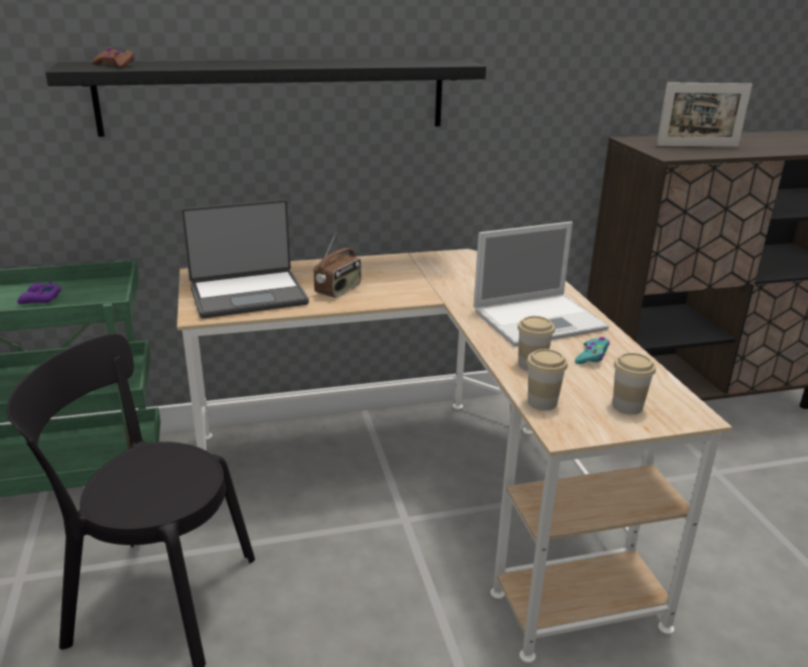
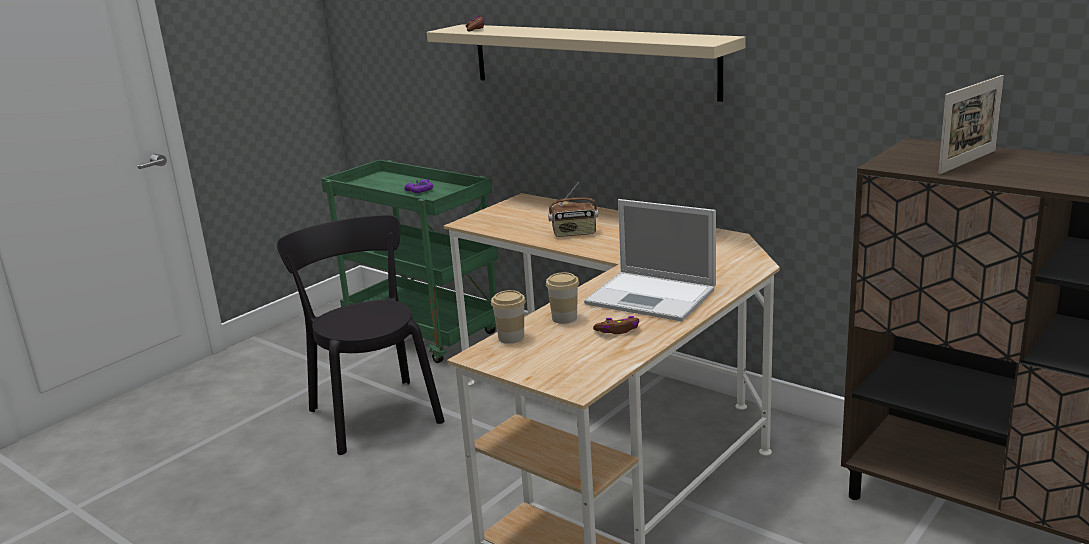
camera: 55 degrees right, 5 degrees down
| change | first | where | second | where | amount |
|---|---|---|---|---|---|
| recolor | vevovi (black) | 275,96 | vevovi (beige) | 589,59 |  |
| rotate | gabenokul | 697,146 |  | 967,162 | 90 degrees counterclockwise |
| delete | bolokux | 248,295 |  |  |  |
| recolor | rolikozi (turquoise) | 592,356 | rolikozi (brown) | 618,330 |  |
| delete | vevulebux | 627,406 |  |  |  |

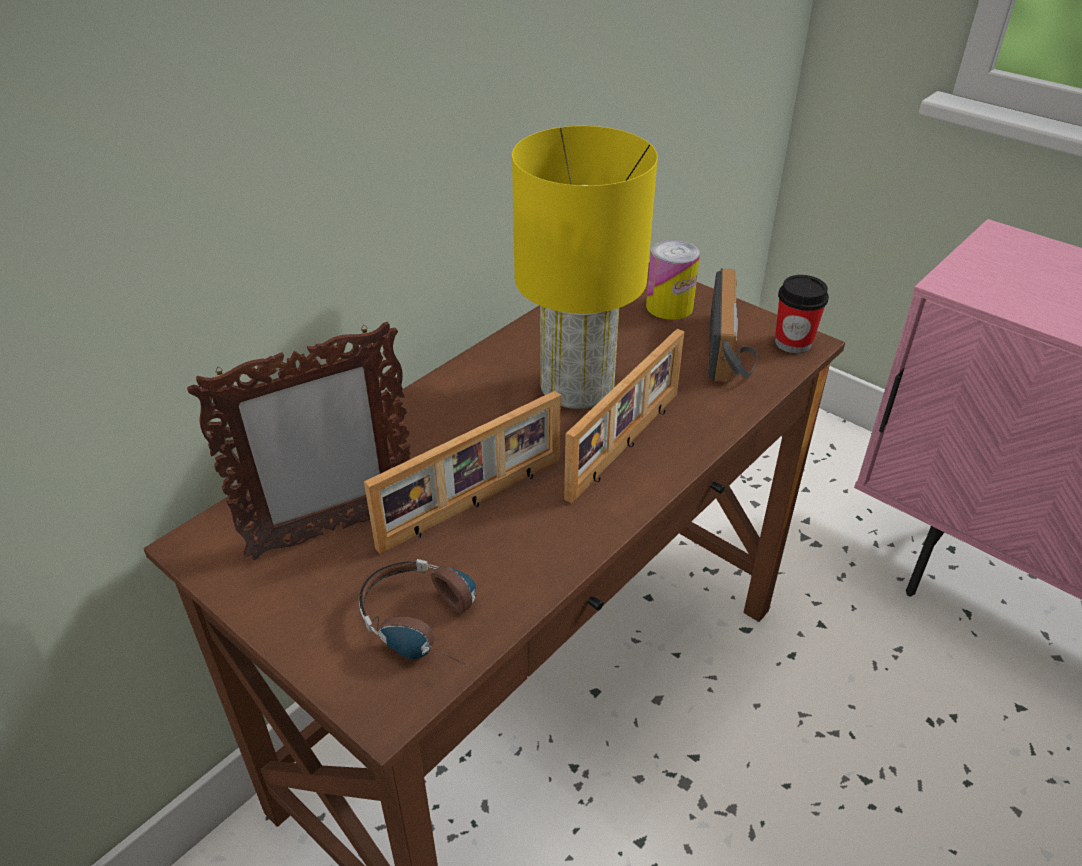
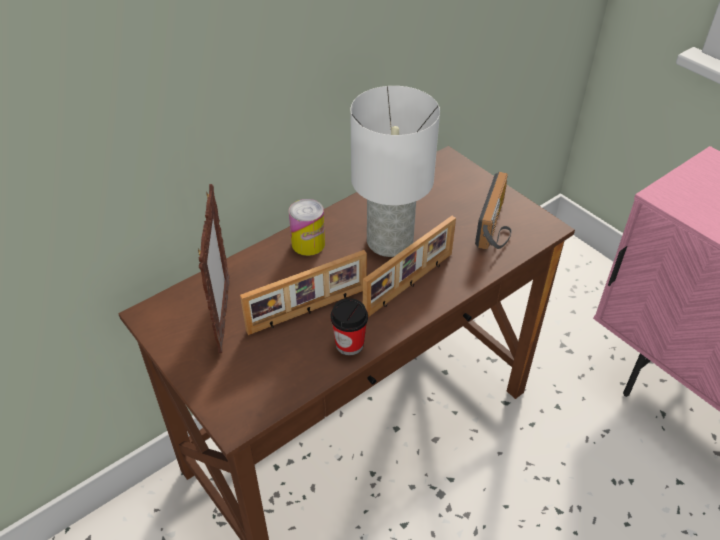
camera: 10 degrees right, 5 degrees up
| change | first | where | second | where | amount |
|---|---|---|---|---|---|
| recolor | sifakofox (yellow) | 578,386 | sifakofox (white) | 390,241 |  |
| move | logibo | 669,307 |  | 308,244 |  |
| move | vevulebux | 793,343 |  | 349,344 |  |
| rotate | gabenokul | 332,530 |  | 223,317 | 75 degrees counterclockwise |
| delete | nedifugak | 432,625 |  |  |  |

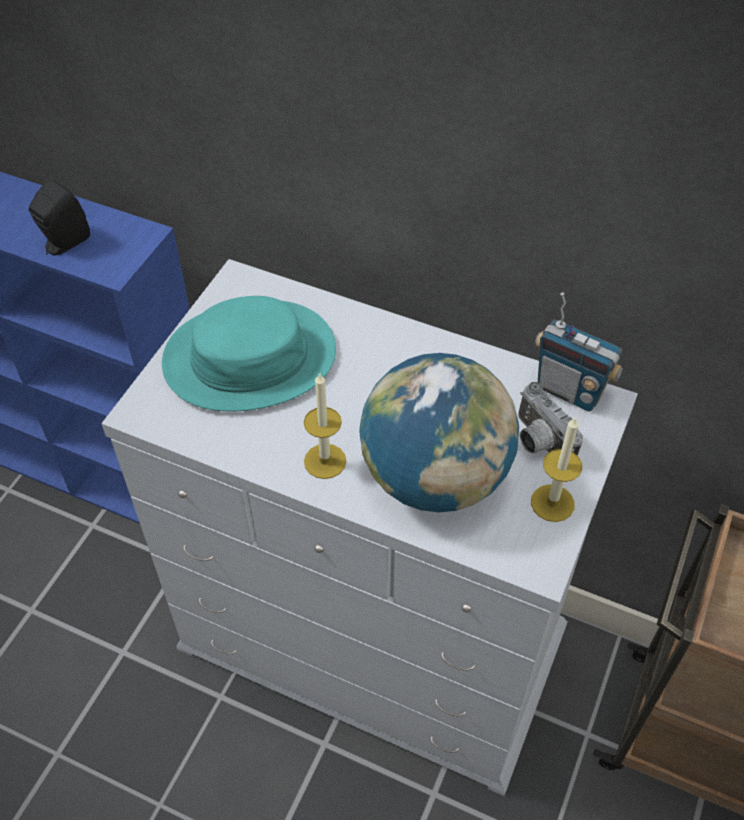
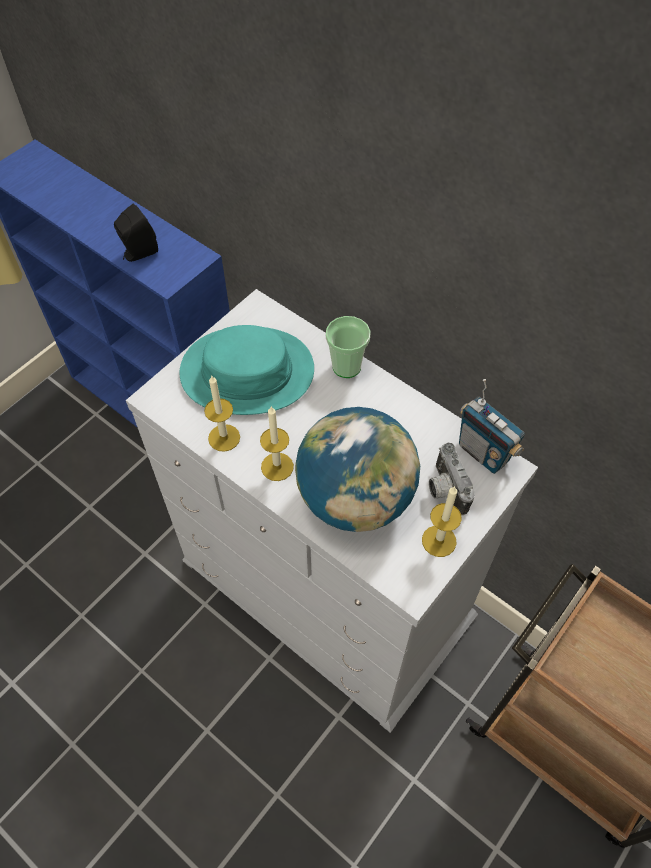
camera: 15 degrees right, 5 degrees up
| change | first | where | second | where | amount |
|---|---|---|---|---|---|
| insert |  |  | vevulebux | 346,366 |  |
| insert |  |  | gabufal | 224,438 |  |

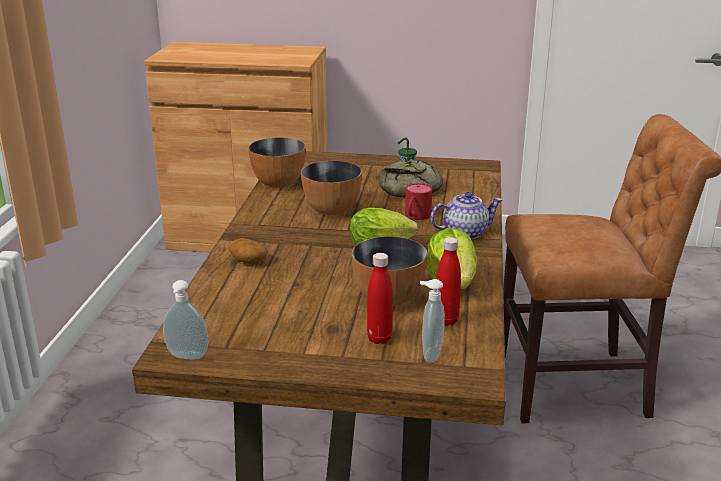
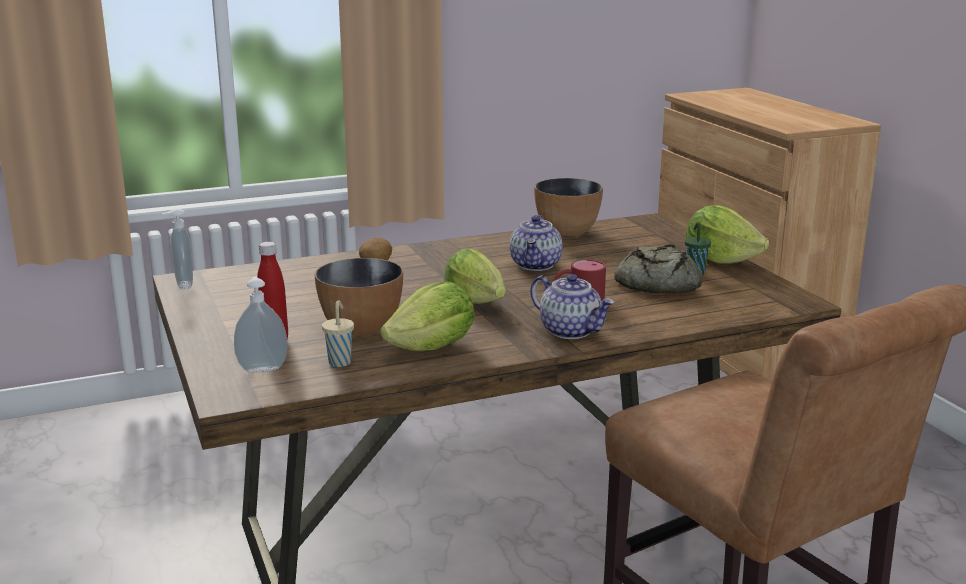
camera: 60 degrees right, 5 degrees down
| change | first | where | second | where | amount |
|---|---|---|---|---|---|
| replace | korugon | 332,210 | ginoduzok | 536,265 |  |
| replace | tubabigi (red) | 446,321 | vevulebux (beige) | 340,362 |  |
| insert |  |  | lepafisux | 721,259 |  |

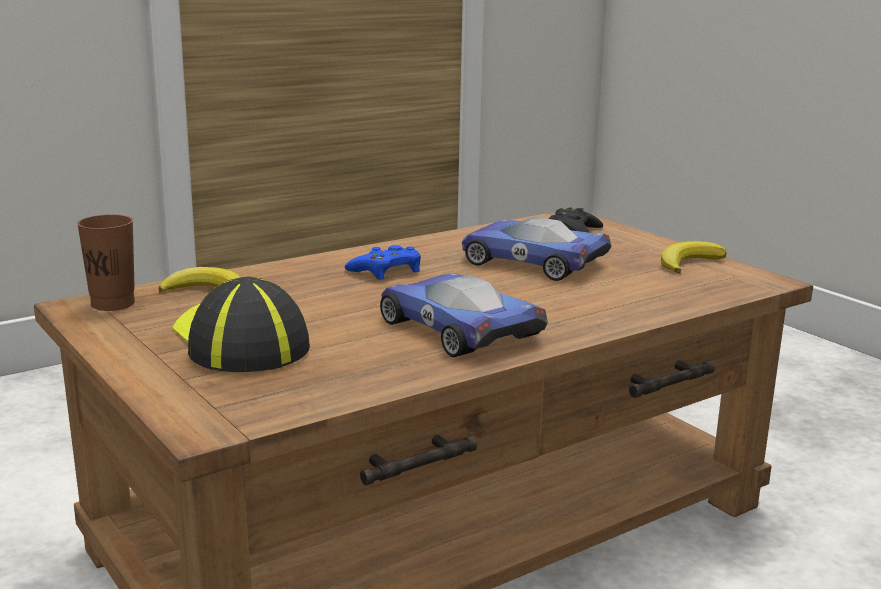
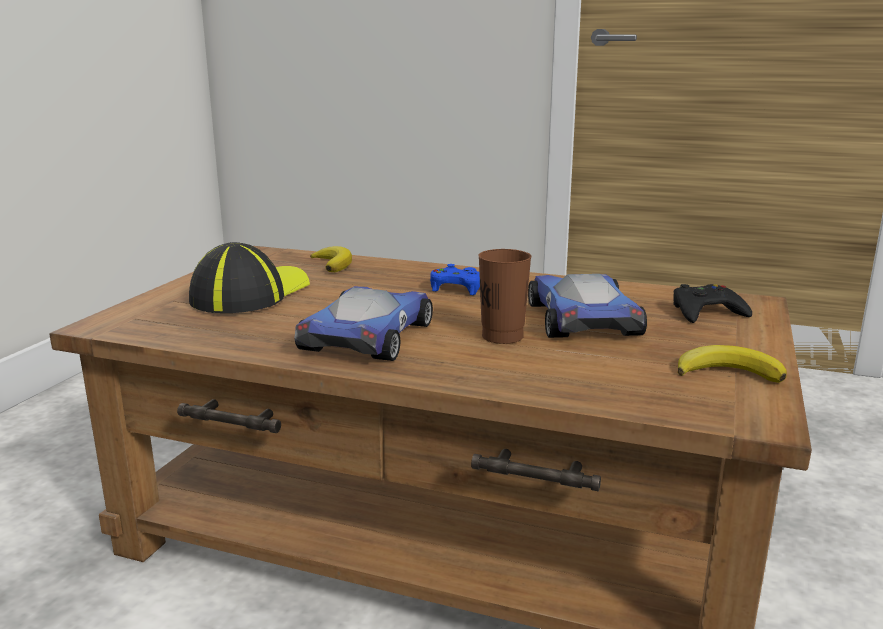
camera: 55 degrees right, 0 degrees up
| change | first | where | second | where | amount |
|---|---|---|---|---|---|
| move | vevulebux (brown) | 113,304 |  | 502,336 |  |

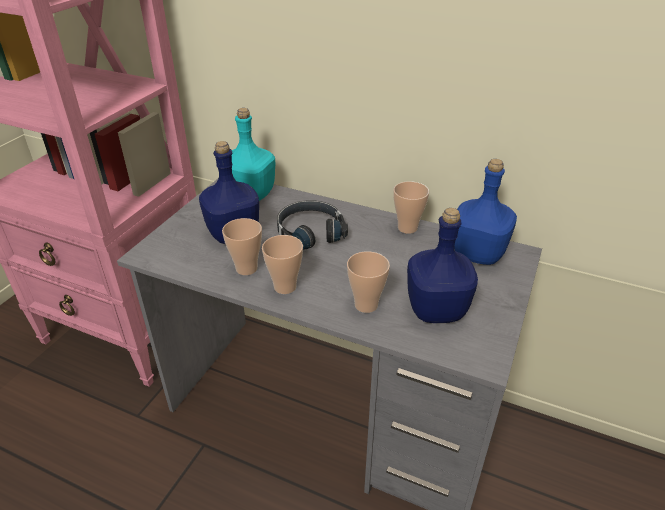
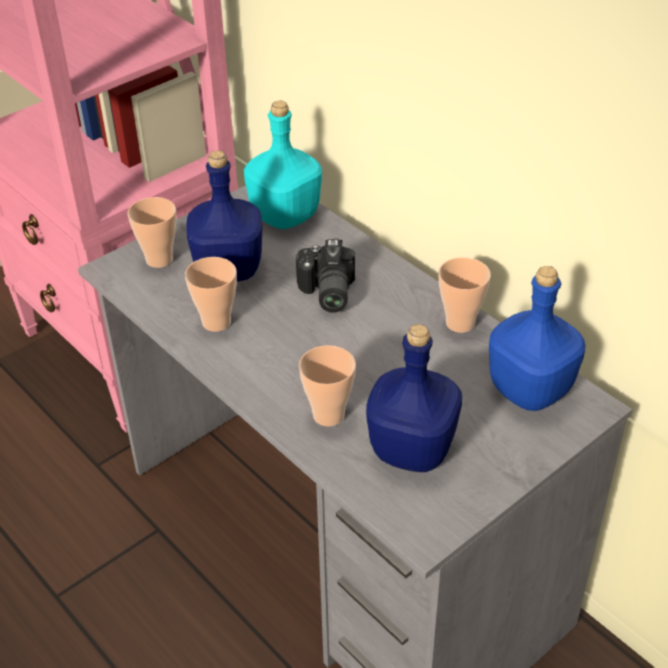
camera: 25 degrees right, 5 degrees up
| change | first | where | second | where | amount |
|---|---|---|---|---|---|
| replace | nedifugak (black) | 310,232 | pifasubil | 325,293 |  |
| move | vevulebux | 285,287 |  | 159,259 |  |

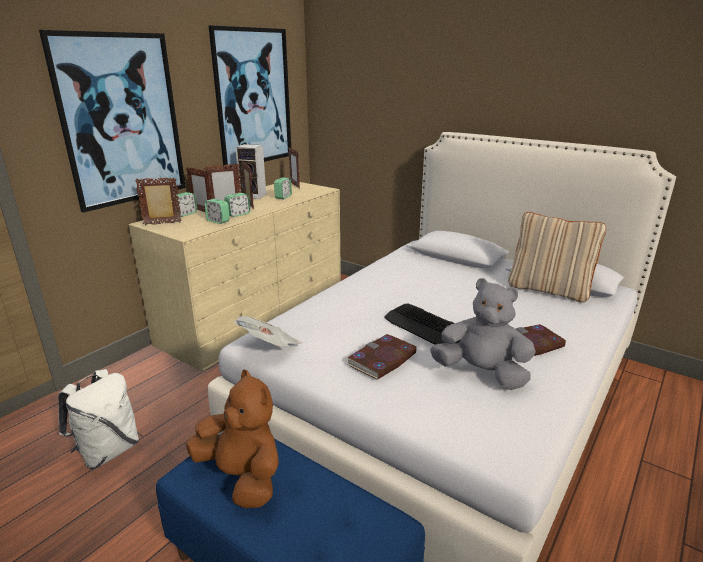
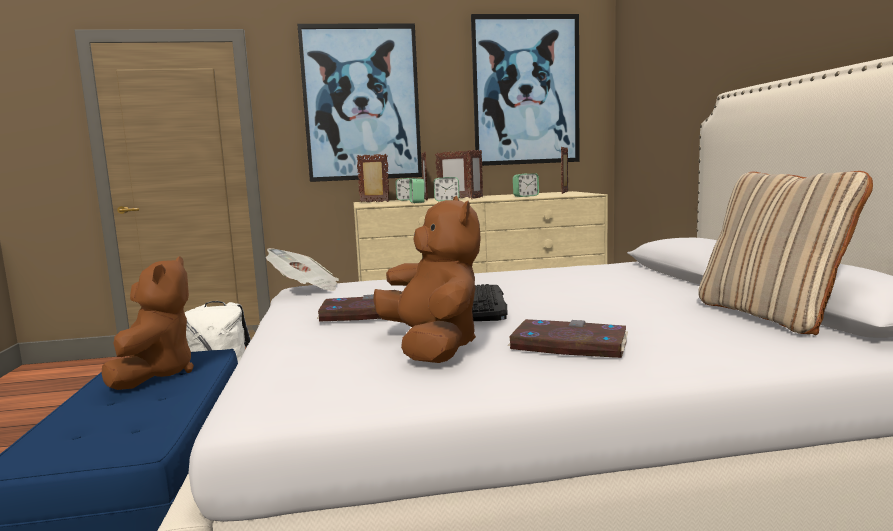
camera: 45 degrees right, 15 degrees down
| change | first | where | second | where | amount |
|---|---|---|---|---|---|
| delete | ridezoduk | 254,196 |  |  |  |
| recolor | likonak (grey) | 481,373 | likonak (brown) | 432,347 |  |

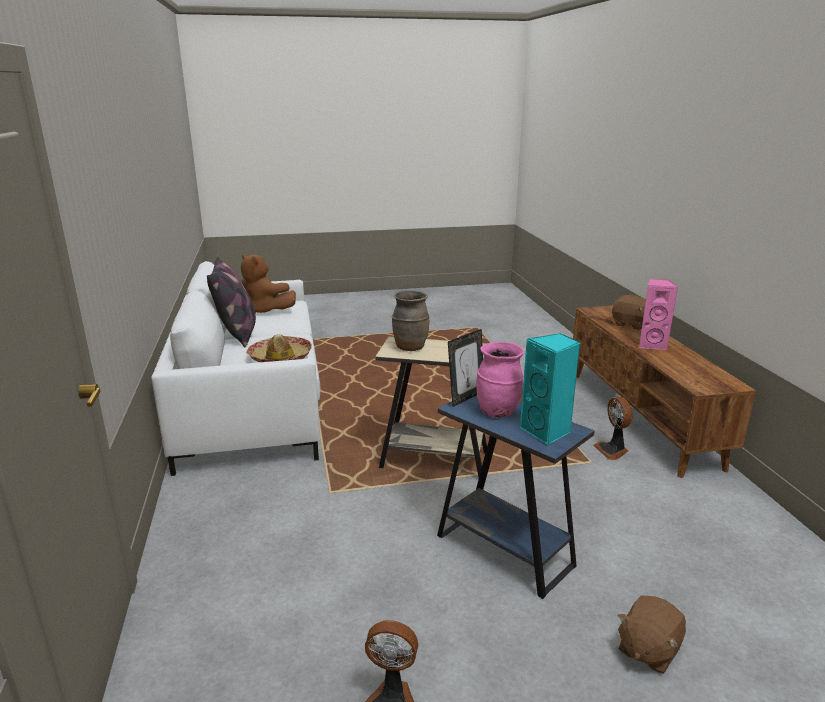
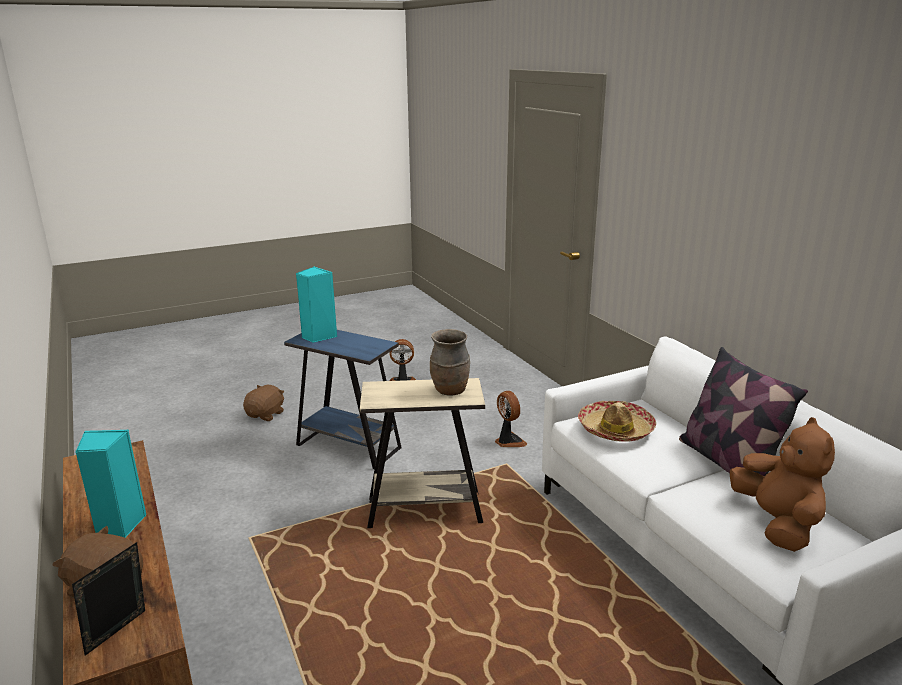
camera: 165 degrees right, 0 degrees up
| change | first | where | second | where | amount |
|---|---|---|---|---|---|
| rotate | likonak (brown) | 266,311 |  | 777,523 | 60 degrees clockwise |
| recolor | ridezoduk (pink) | 652,345 | ridezoduk (turquoise) | 118,526 |  |
| move | gabenokul | 466,397 |  | 119,634 |  |
| delete | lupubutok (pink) | 498,412 |  |  |  |
| move | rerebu | 612,450 |  | 508,441 |  |

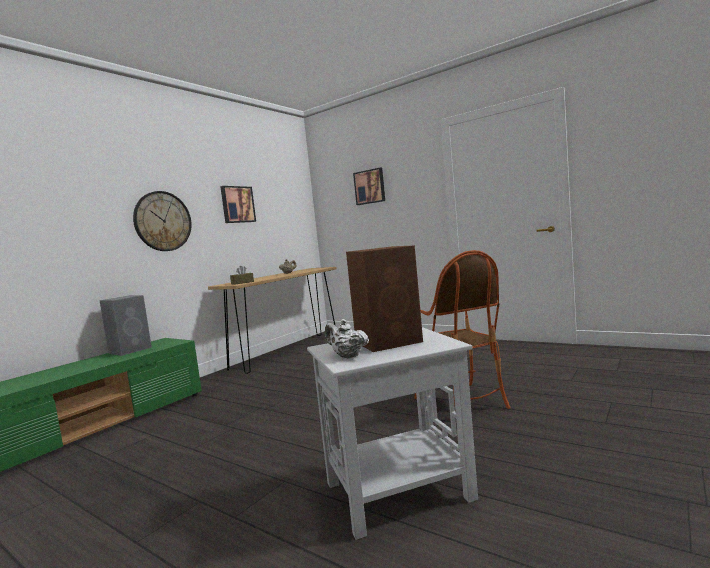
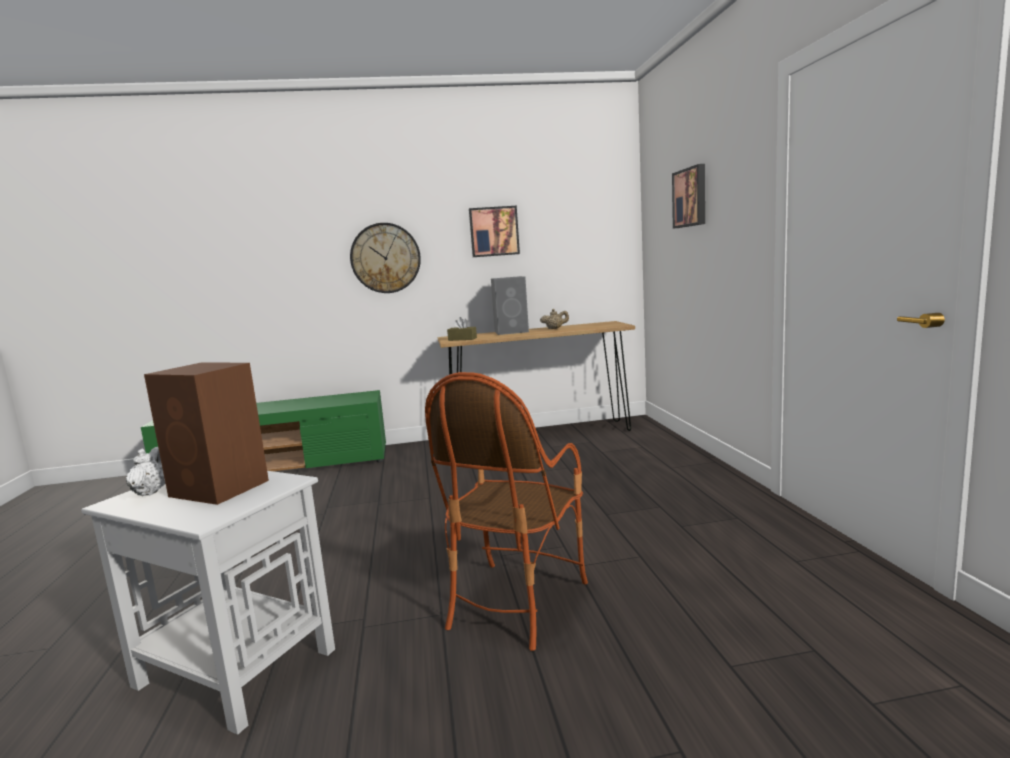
camera: 45 degrees right, 5 degrees up
| change | first | where | second | where | amount |
|---|---|---|---|---|---|
| move | ridezoduk (grey) | 131,350 |  | 512,332 |  |

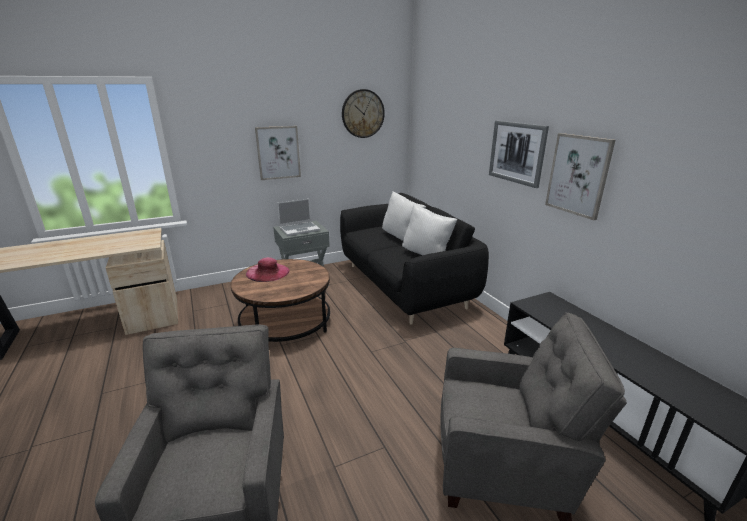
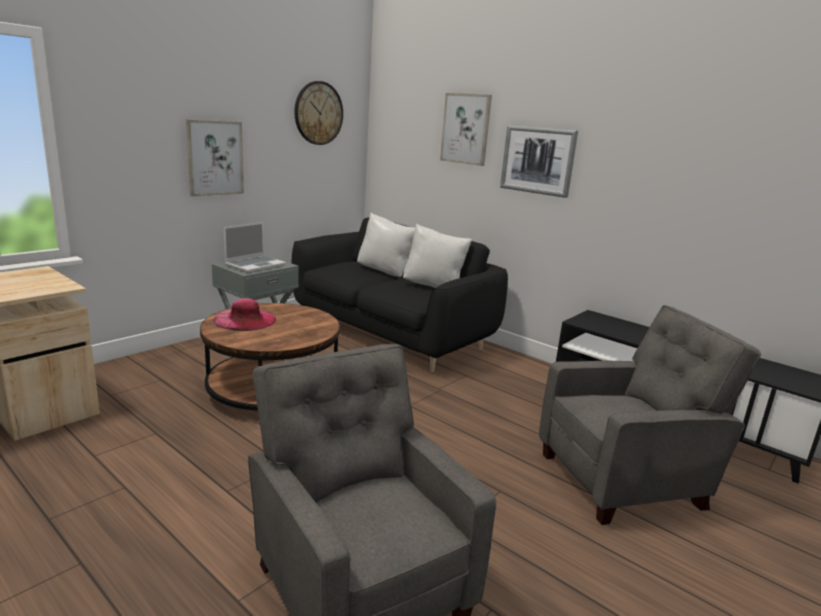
camera: 25 degrees left, 5 degrees down
| change | first | where | second | where | amount |
|---|---|---|---|---|---|
| move | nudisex | 578,175 |  | 466,129 |  |

